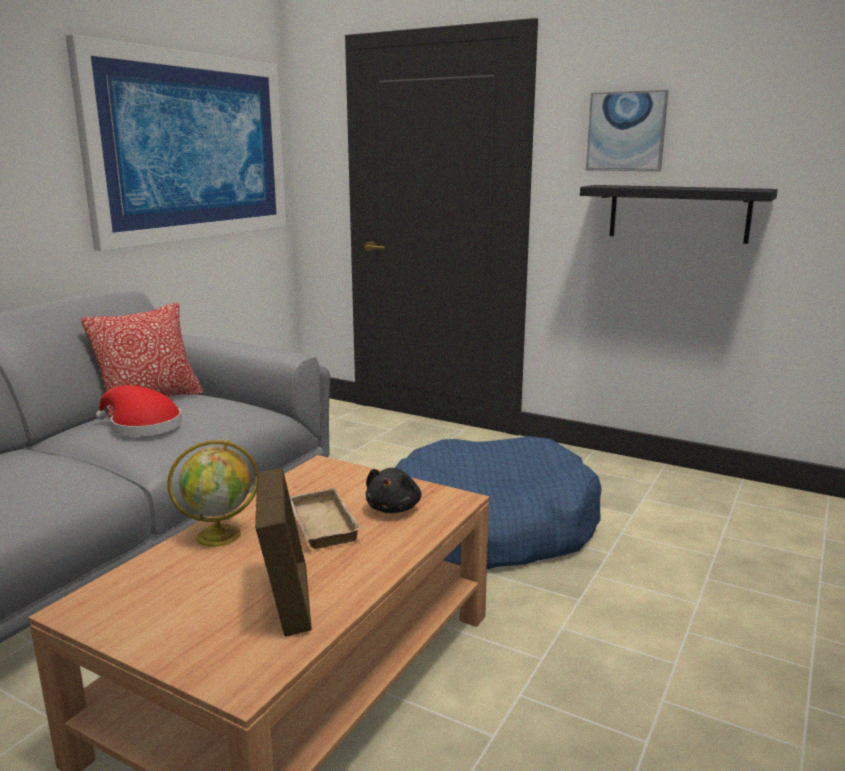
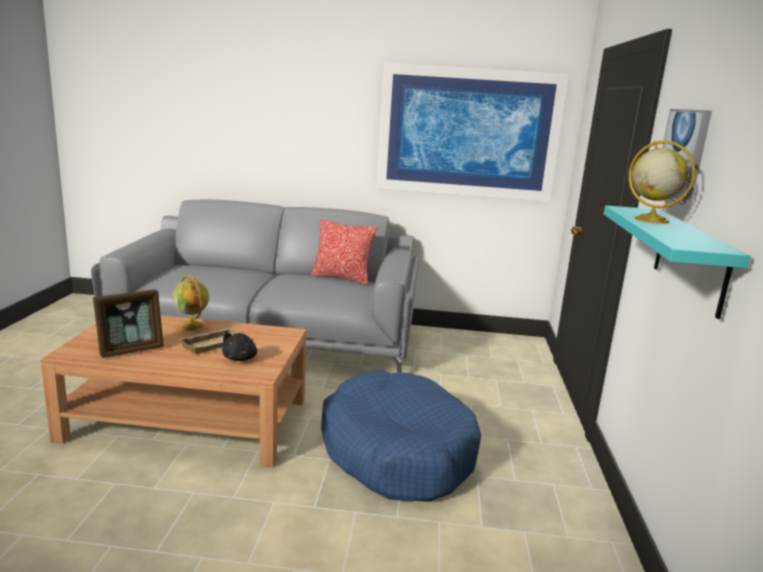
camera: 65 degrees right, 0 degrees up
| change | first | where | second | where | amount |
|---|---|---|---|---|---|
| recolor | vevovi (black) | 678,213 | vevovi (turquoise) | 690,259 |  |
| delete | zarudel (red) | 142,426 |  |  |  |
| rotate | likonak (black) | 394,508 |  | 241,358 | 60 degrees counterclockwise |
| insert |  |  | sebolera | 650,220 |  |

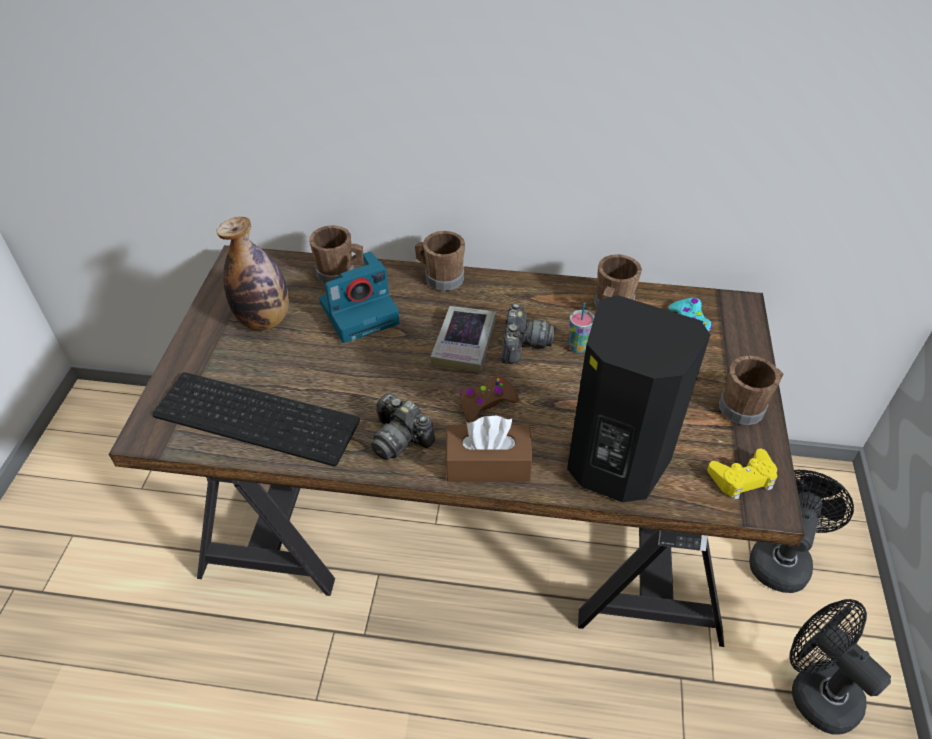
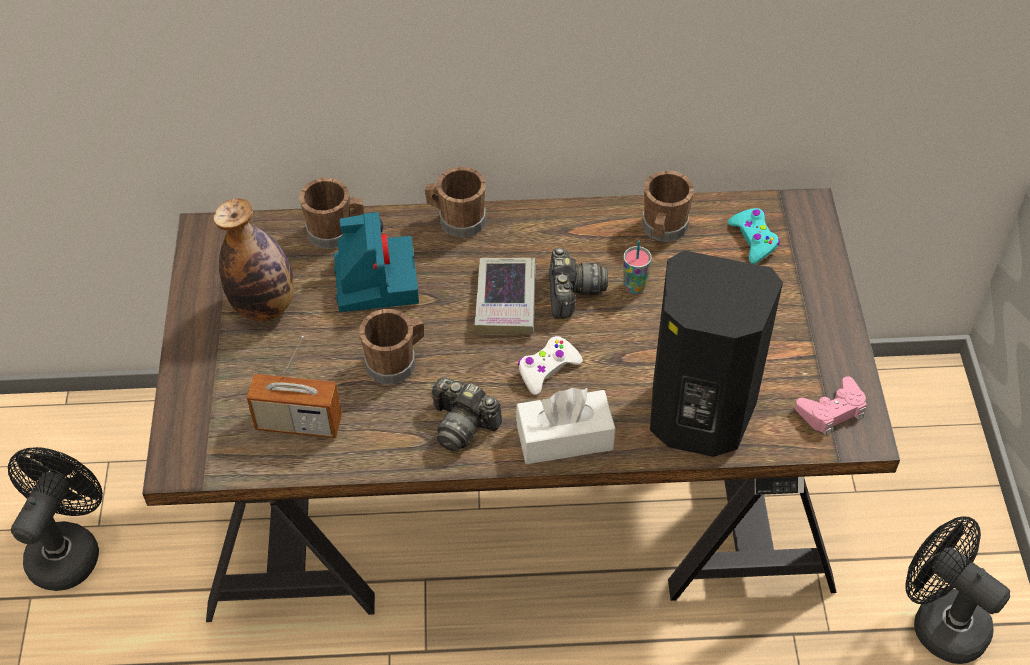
camera: 10 degrees left, 5 degrees up
| change | first | where | second | where | amount |
|---|---|---|---|---|---|
| rotate | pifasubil | 360,312 |  | 375,279 | 60 degrees counterclockwise |
| move | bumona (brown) | 746,406 |  | 396,362 |  |
| replace | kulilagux | 260,416 | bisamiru | 299,423 |  |
| recolor | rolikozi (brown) | 486,403 | rolikozi (white) | 547,369 |  |
| recolor | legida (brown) | 488,464 | legida (white) | 564,438 |  |
| recolor | rolikozi (yellow) | 742,478 | rolikozi (pink) | 832,411 |  |
| move | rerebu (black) | 780,557 |  | 68,548 |  |

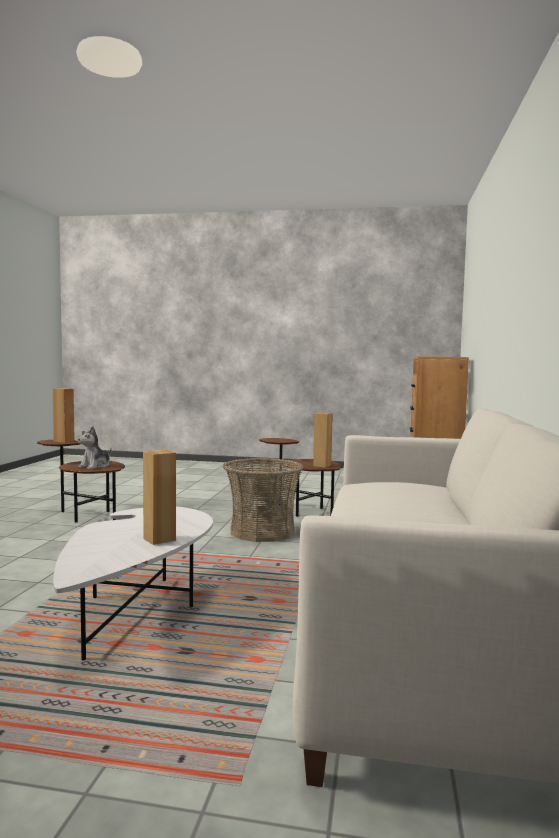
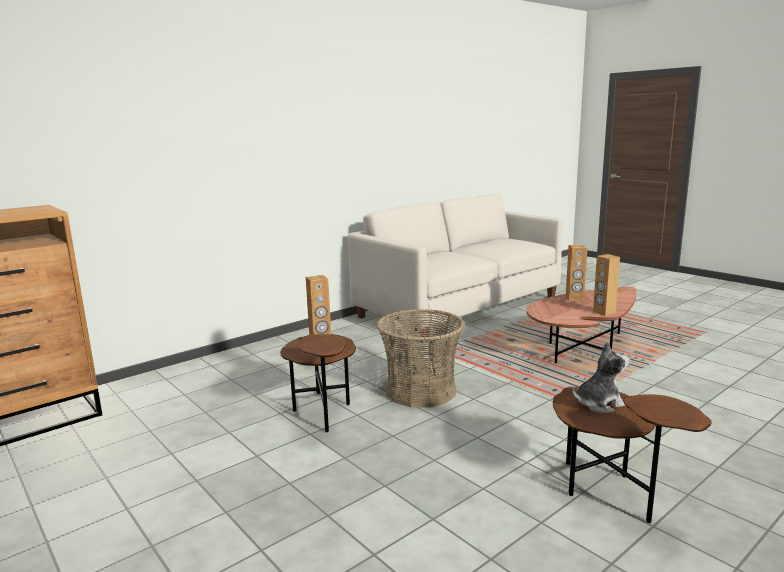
camera: 140 degrees left, 10 degrees up
| change | first | where | second | where | amount |
|---|---|---|---|---|---|
| move | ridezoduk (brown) | 64,441 |  | 604,312 |  |
| recolor | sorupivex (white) | 138,608 | sorupivex (brown) | 582,350 |  |

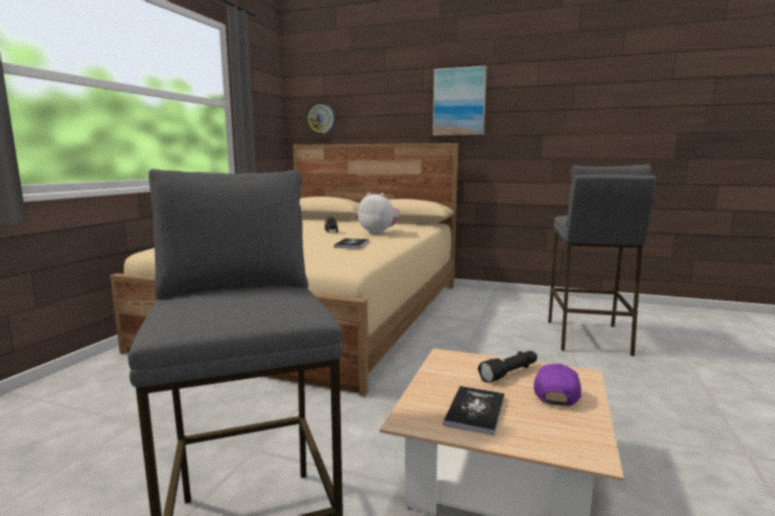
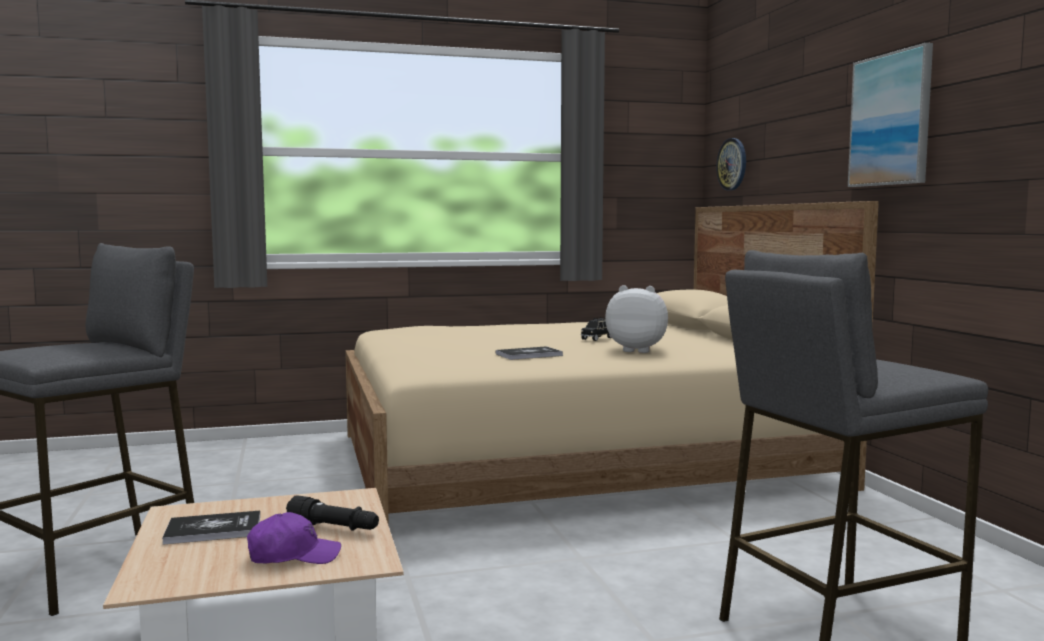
camera: 55 degrees right, 5 degrees down
| change | first | where | second | where | amount |
|---|---|---|---|---|---|
| rotate | likonak | 379,233 |  | 637,350 | 75 degrees counterclockwise |

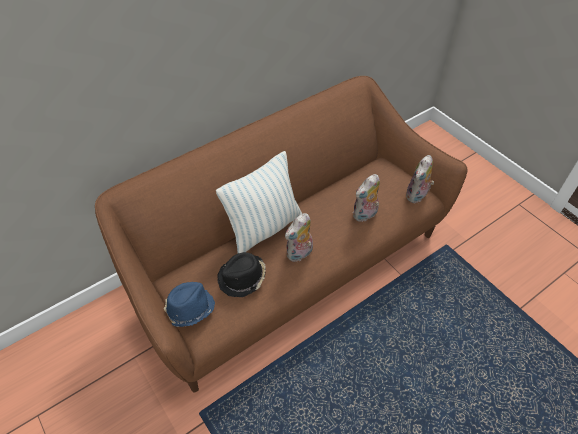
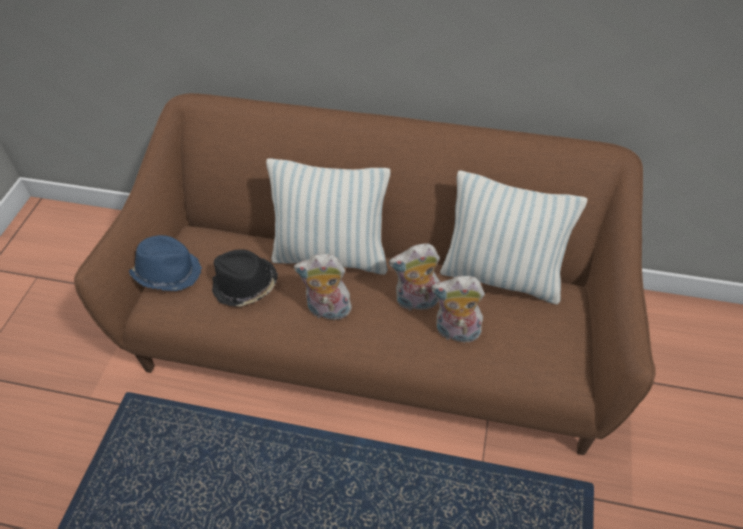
camera: 50 degrees right, 0 degrees up
| change | first | where | second | where | amount |
|---|---|---|---|---|---|
| move | likonak | 417,196 |  | 416,302 |  |
| insert |  |  | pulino | 501,276 |  |

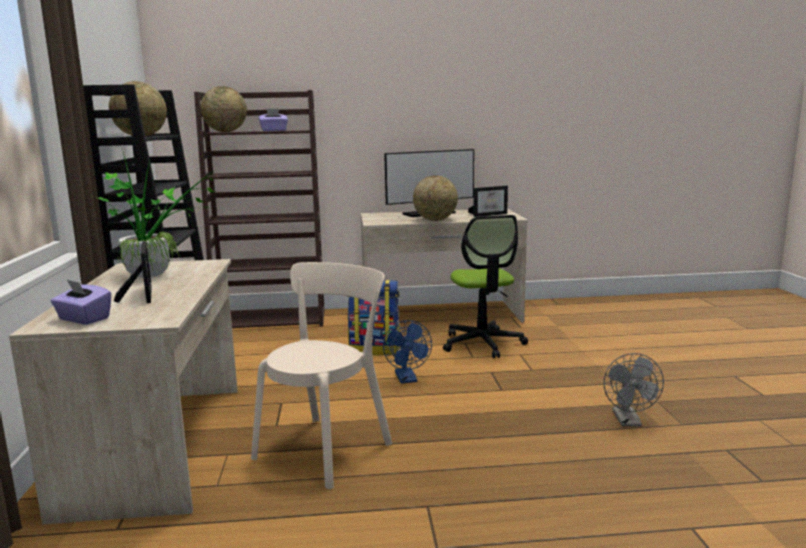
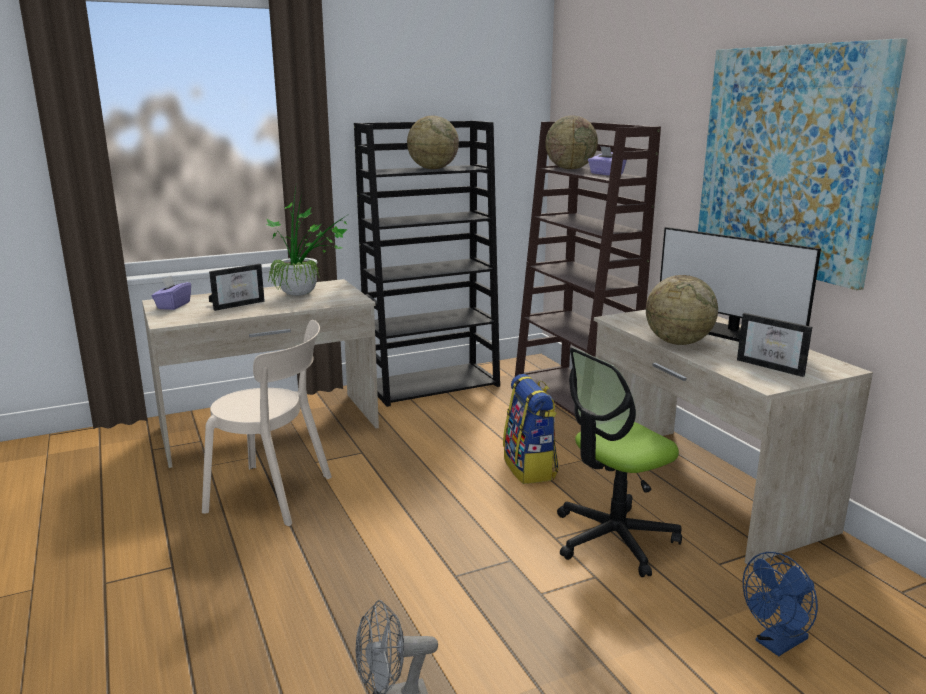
camera: 70 degrees right, 5 degrees up
| change | first | where | second | where | amount |
|---|---|---|---|---|---|
| move | rerebu (blue) | 407,379 |  | 776,644 |  |
| insert |  |  | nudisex | 787,160 |  |

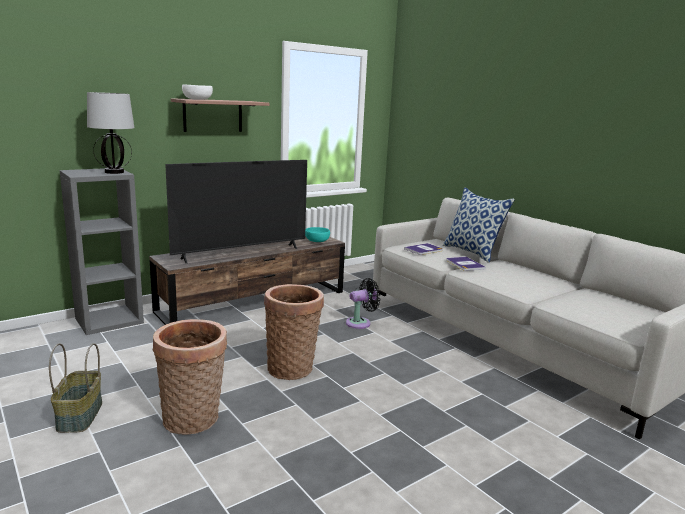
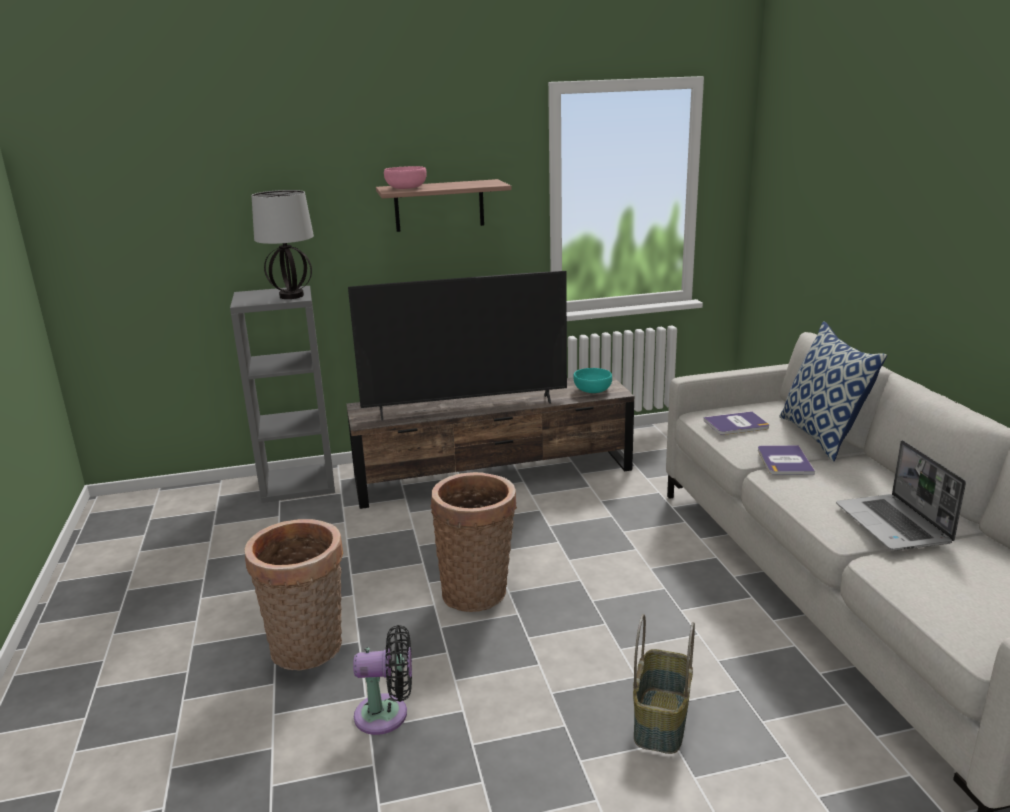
camera: 25 degrees right, 5 degrees up
| change | first | where | second | where | amount |
|---|---|---|---|---|---|
| recolor | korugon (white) | 198,99 | korugon (pink) | 406,188 |  |
| move | rerebu (black) | 360,323 |  | 387,714 |  |
| move | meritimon | 80,416 |  | 662,721 |  |
| insert |  |  | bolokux | 894,525 |  |

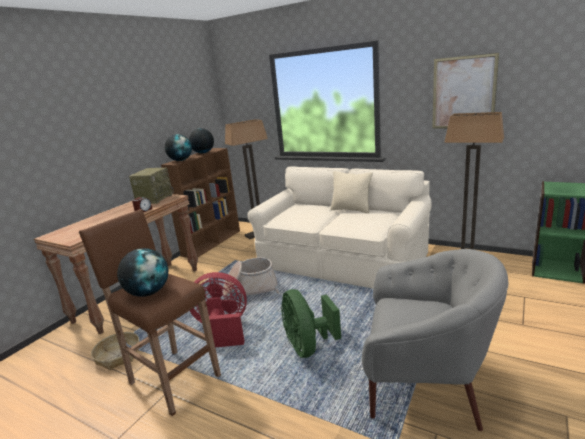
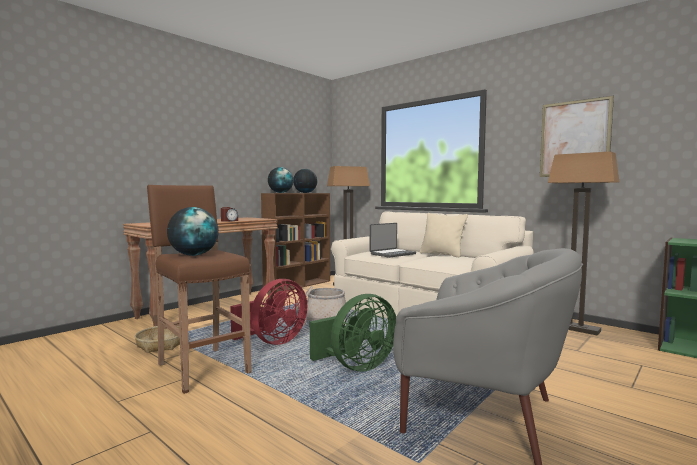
camera: 10 degrees right, 15 degrees down
| change | first | where | second | where | amount |
|---|---|---|---|---|---|
| delete | bisamiru | 154,198 |  |  |  |
| rotate | rerebu (red) | 222,329 |  | 273,341 | 120 degrees clockwise |
| rotate | rerebu (green) | 308,346 |  | 356,366 | 120 degrees counterclockwise |
| insert |  |  | bolokux | 392,254 |  |

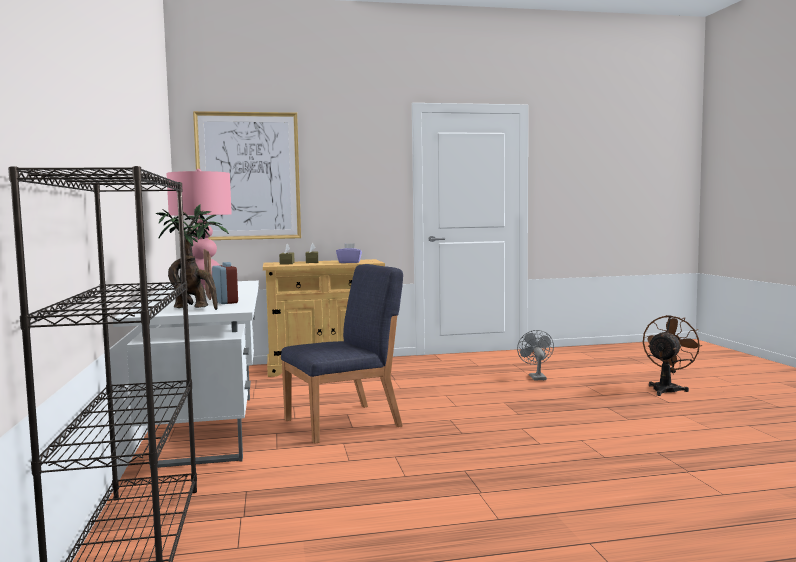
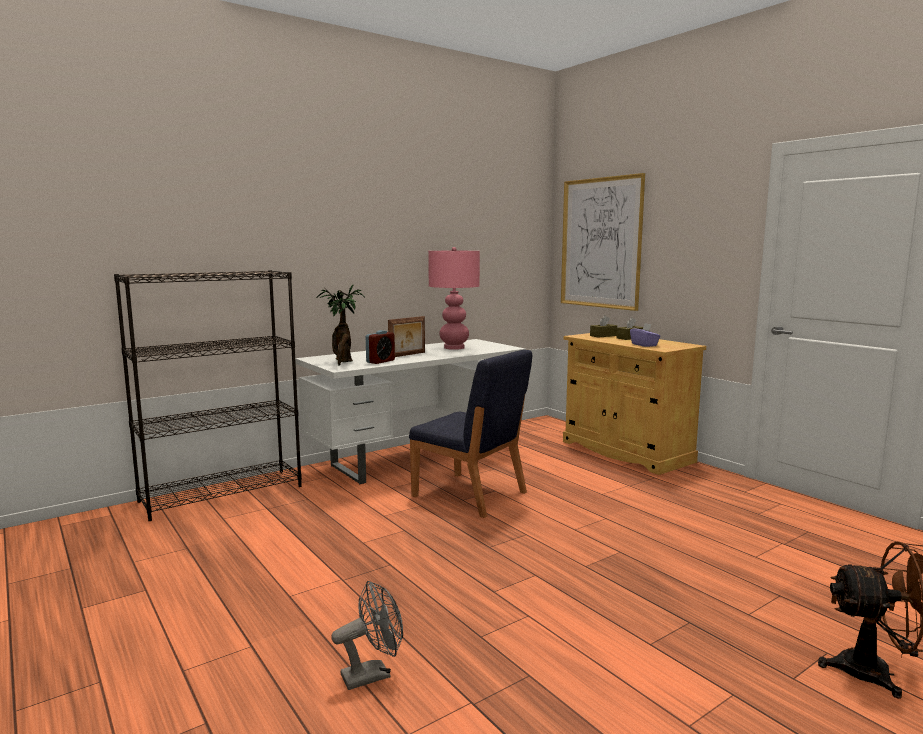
camera: 65 degrees right, 5 degrees up
| change | first | where | second | where | amount |
|---|---|---|---|---|---|
| move | rerebu (grey) | 536,377 |  | 373,674 |  |

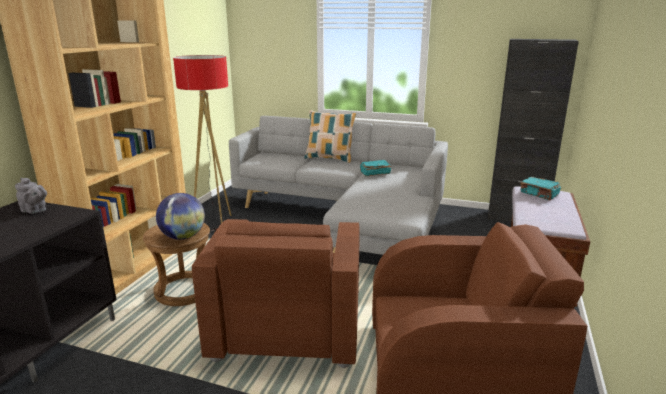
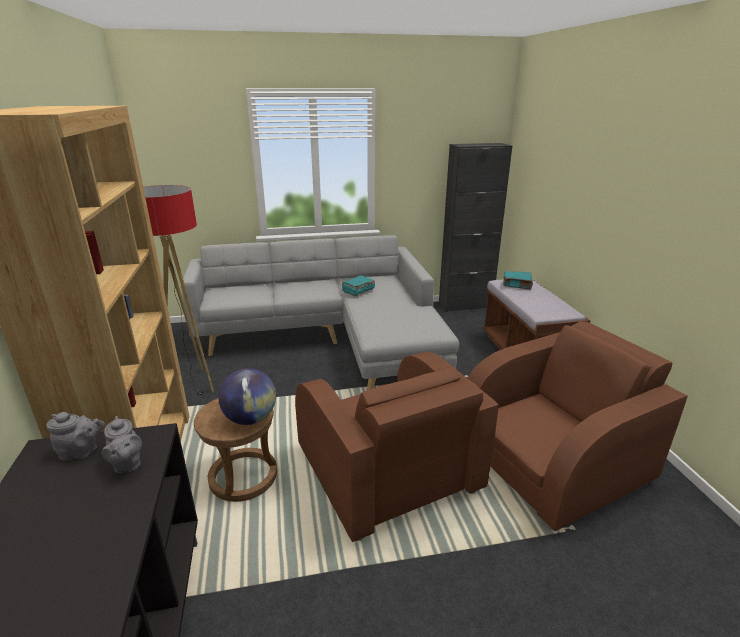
camera: 30 degrees left, 5 degrees up
| change | first | where | second | where | amount |
|---|---|---|---|---|---|
| delete | pulino | 329,158 |  |  |  |
| insert |  |  | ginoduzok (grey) | 127,464 |  |

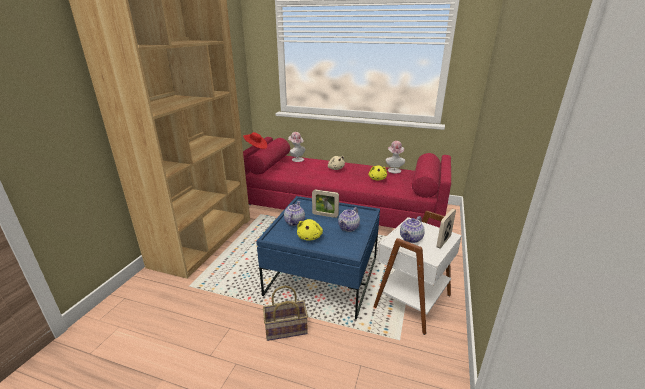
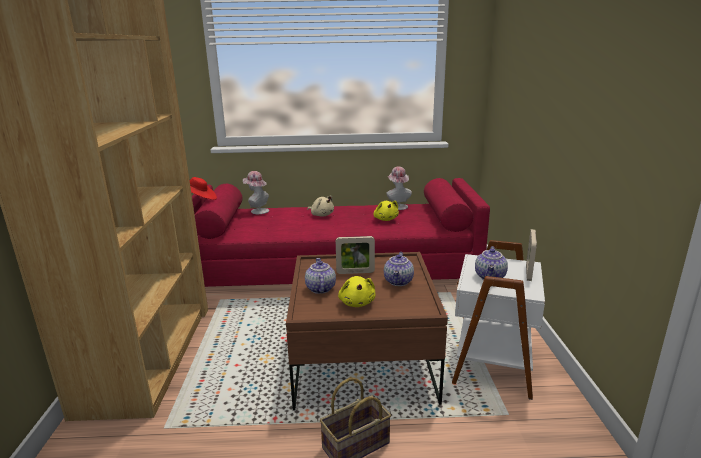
camera: 20 degrees left, 5 degrees down
| change | first | where | second | where | amount |
|---|---|---|---|---|---|
| recolor | sorupivex (blue) | 323,276 | sorupivex (brown) | 363,361 |  |

